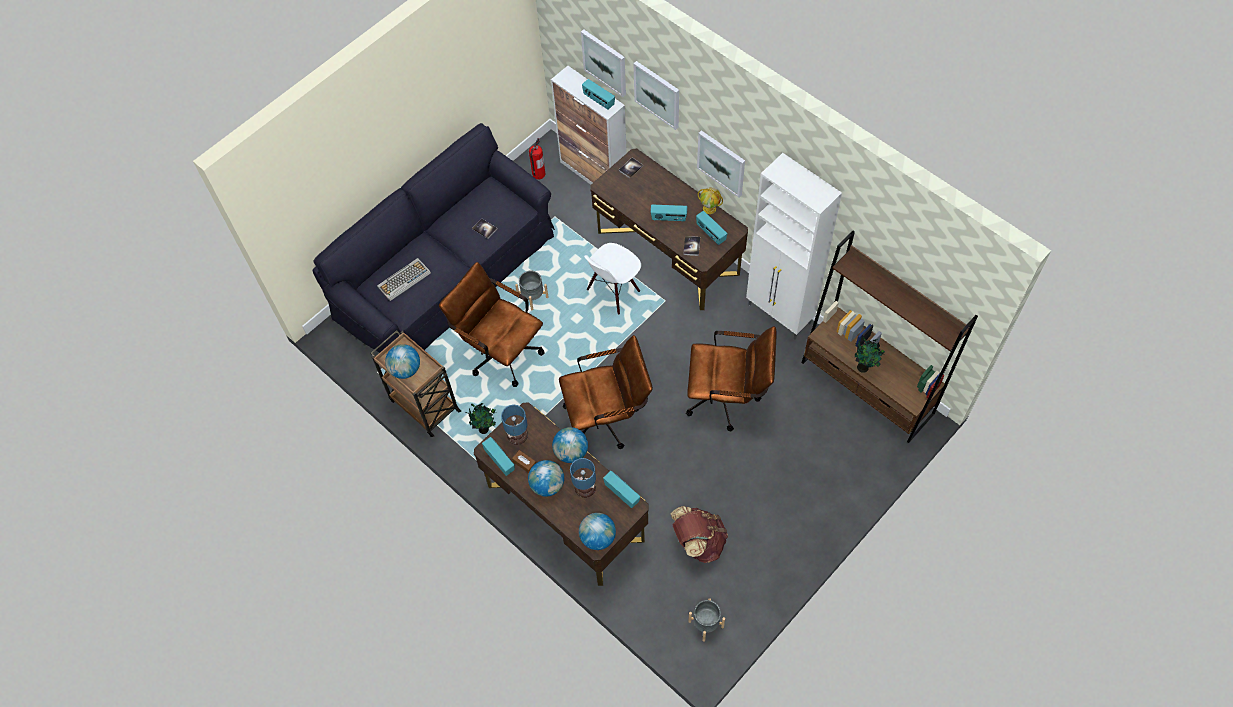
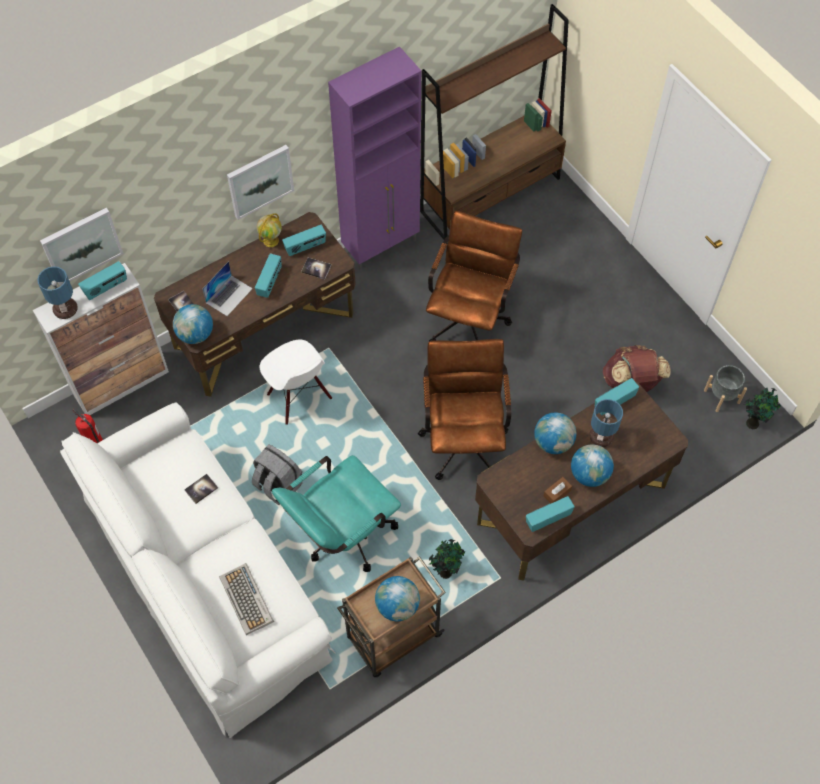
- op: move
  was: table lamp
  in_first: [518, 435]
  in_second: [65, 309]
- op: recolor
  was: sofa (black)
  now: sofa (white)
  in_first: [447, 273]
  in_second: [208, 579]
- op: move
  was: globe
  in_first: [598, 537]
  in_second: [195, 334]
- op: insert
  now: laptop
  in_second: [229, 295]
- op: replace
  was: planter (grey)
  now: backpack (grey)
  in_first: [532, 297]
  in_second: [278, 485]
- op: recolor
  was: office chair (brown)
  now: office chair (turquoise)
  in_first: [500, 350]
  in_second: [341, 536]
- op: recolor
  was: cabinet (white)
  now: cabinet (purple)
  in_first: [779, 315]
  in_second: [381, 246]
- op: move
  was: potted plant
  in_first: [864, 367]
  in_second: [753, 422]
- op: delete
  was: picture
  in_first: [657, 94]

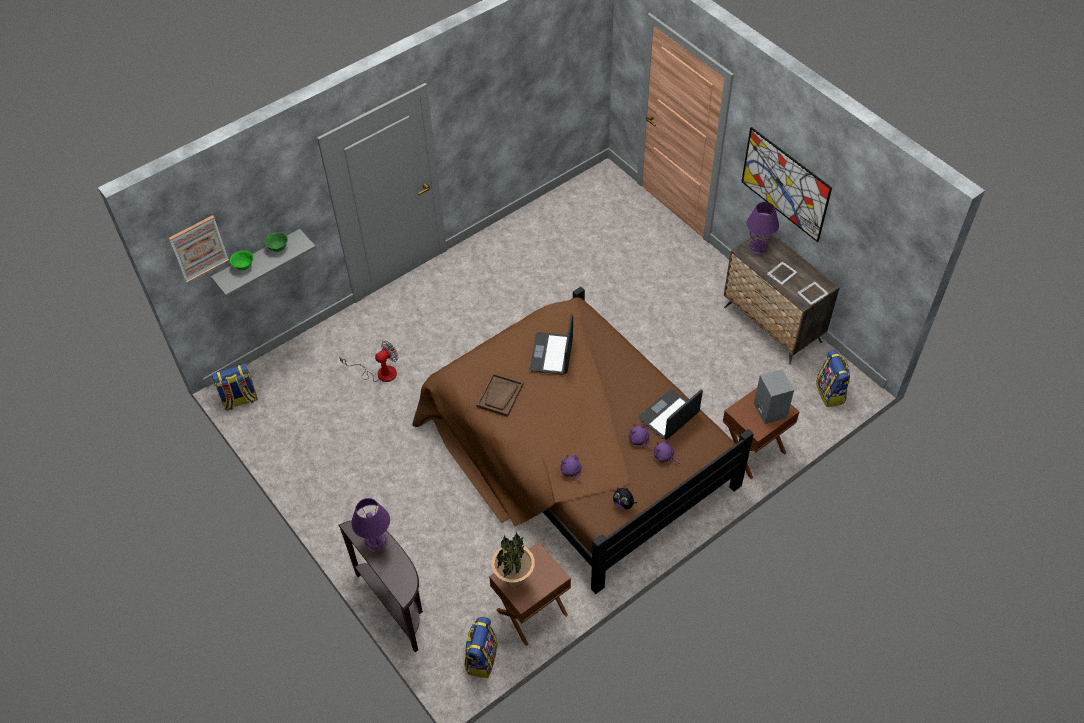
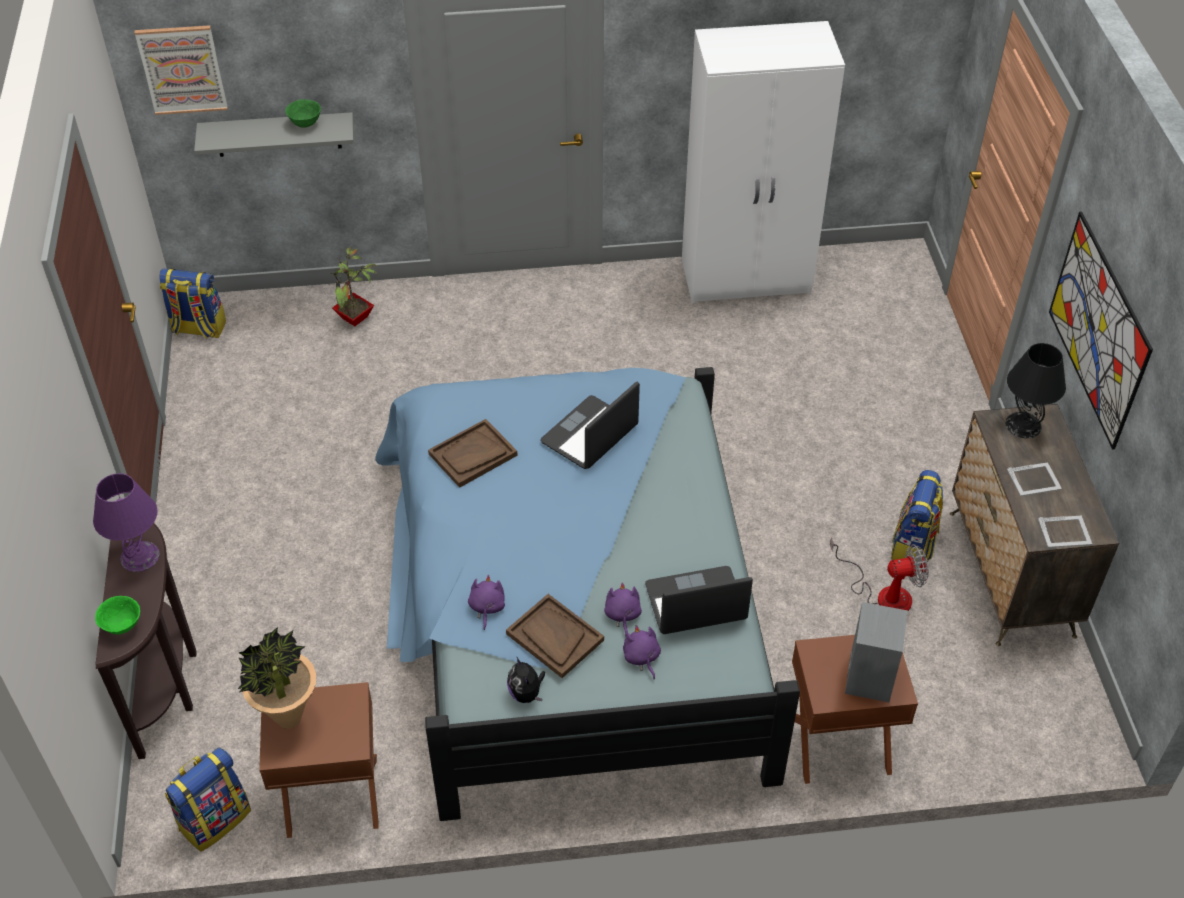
- op: move
  was: bowl (green)
  in_first: [244, 266]
  in_second: [122, 626]
- op: insert
  now: potted plant
  in_second: [356, 319]
- op: recolor
  was: bed (brown)
  now: bed (blue)
  in_first: [575, 451]
  in_second: [569, 606]
- op: insert
  now: tray (brown)
  in_second: [554, 637]
- op: insert
  now: wardrobe (white)
  in_second: [747, 278]
- op: move
  was: fan
  in_first: [379, 373]
  in_second: [883, 594]
- op: move
  was: backpack
  in_first: [830, 393]
  in_second: [913, 544]
- op: recolor
  was: table lamp (purple)
  now: table lamp (black)
  in_first: [758, 247]
  in_second: [1022, 425]

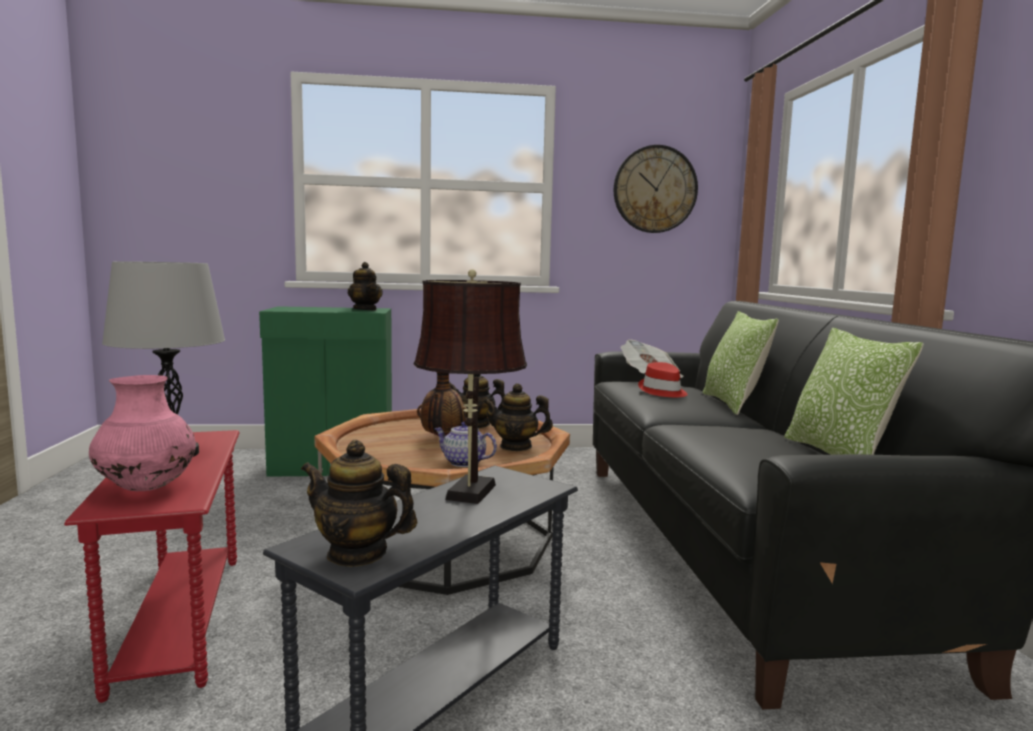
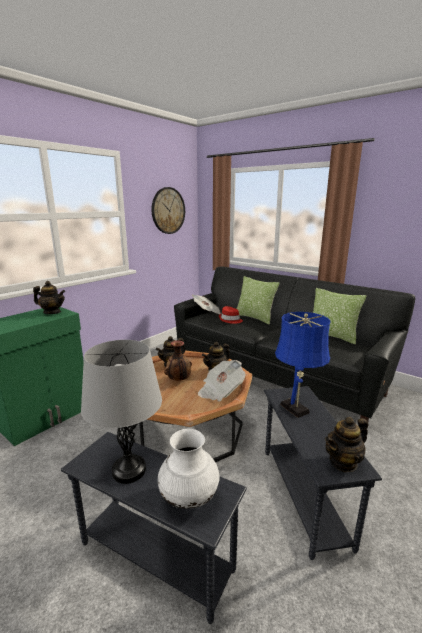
- op: recolor
  was: side table (red)
  now: side table (grey)
  in_first: [177, 620]
  in_second: [155, 557]
- op: recolor
  was: vase (pink)
  now: vase (white)
  in_first: [147, 489]
  in_second: [189, 498]
- op: replace
  was: teapot
  now: newspaper
  in_first: [463, 462]
  in_second: [220, 391]
- op: recolor
  was: table lamp (brown)
  now: table lamp (blue)
  in_first: [469, 494]
  in_second: [296, 410]

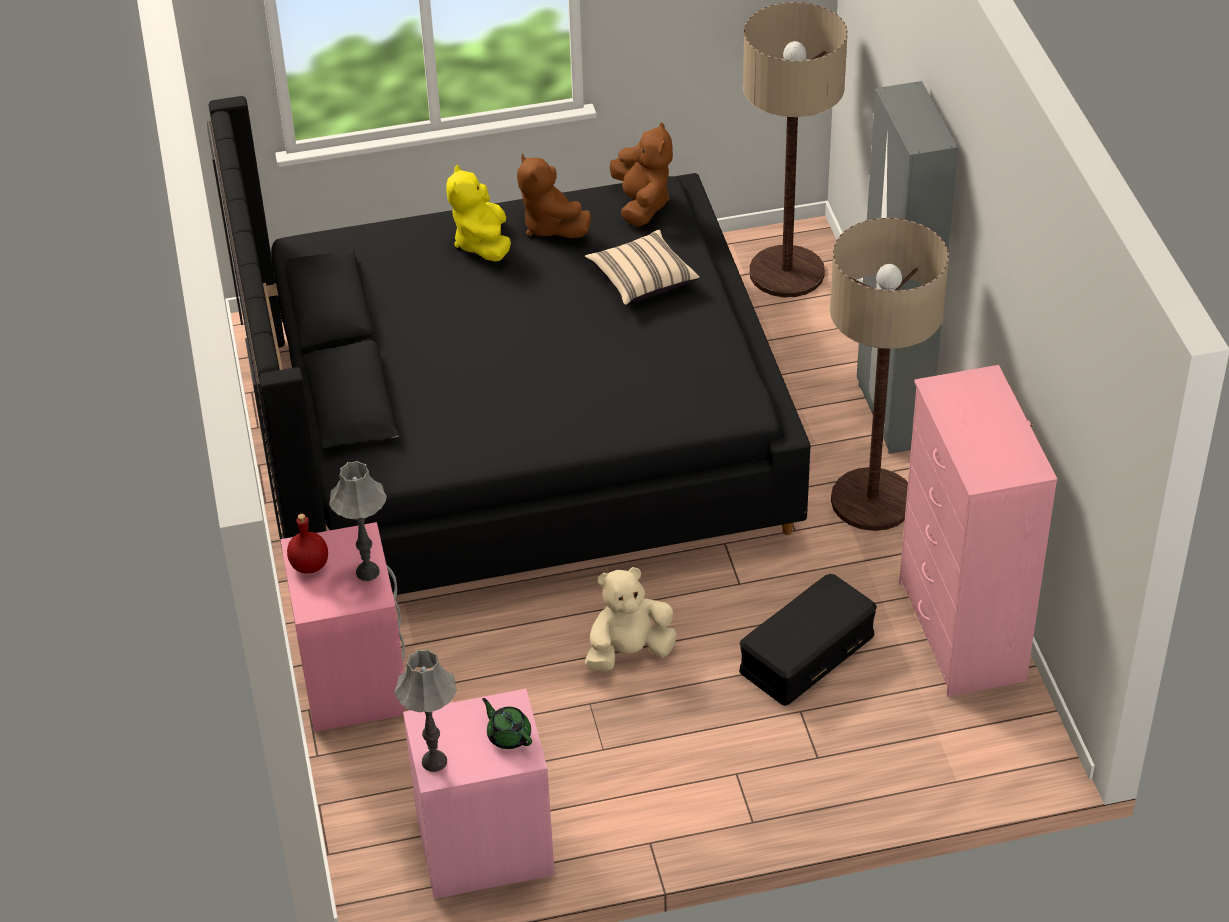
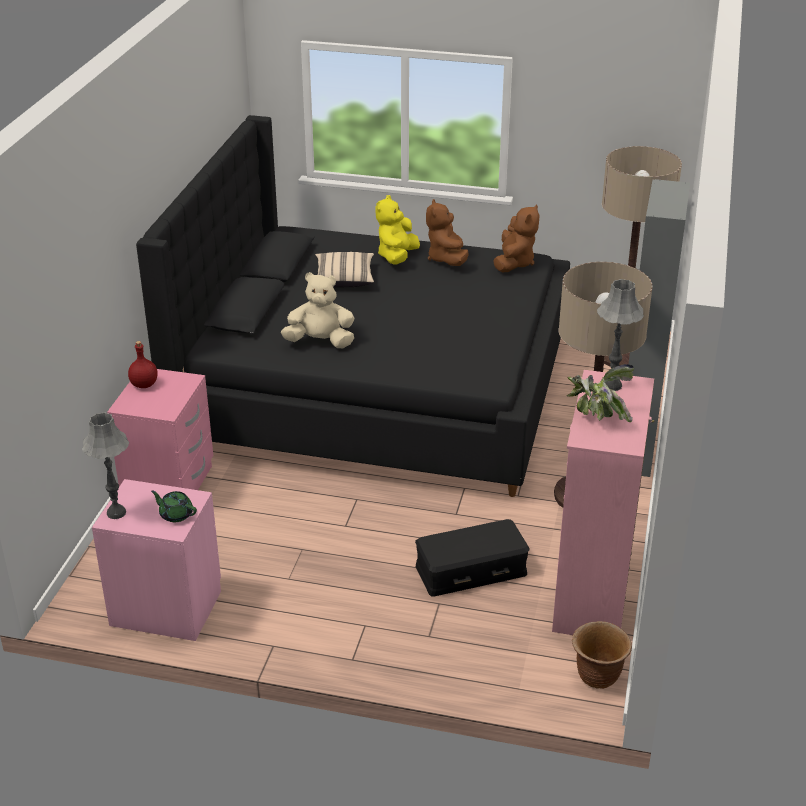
- op: rotate
  was: teapot (green)
  in_first: [508, 735]
  in_second: [176, 514]
  clockwise: -45
- op: move
  was: plush toy (beige)
  in_first: [629, 652]
  in_second: [320, 342]
- op: move
  was: pillow (beige)
  in_first: [642, 280]
  in_second: [344, 279]
- op: insert
  now: potted plant
  in_second: [596, 416]
- op: insert
  now: planter (brown)
  in_second: [597, 676]
- op: move
  was: table lamp (grey)
  in_first: [367, 572]
  in_second: [612, 385]

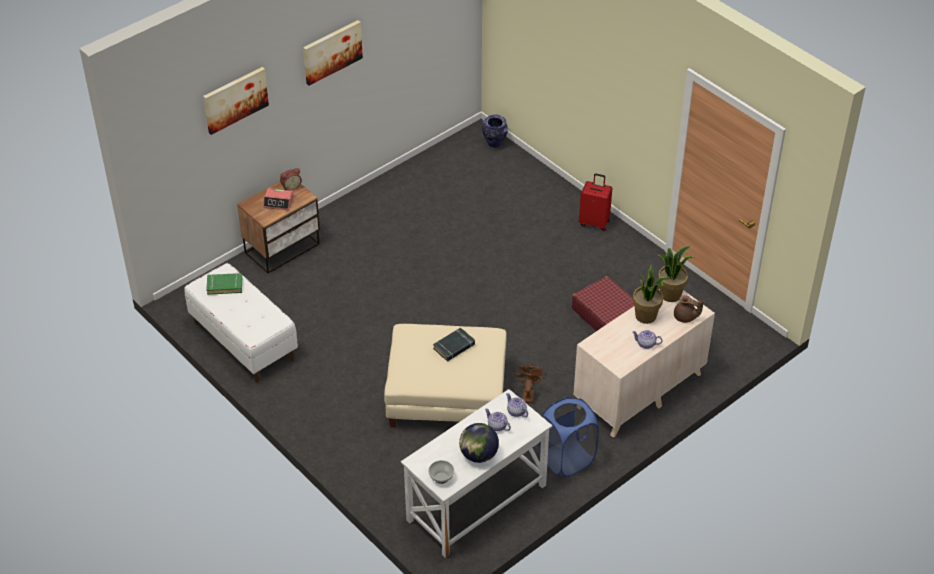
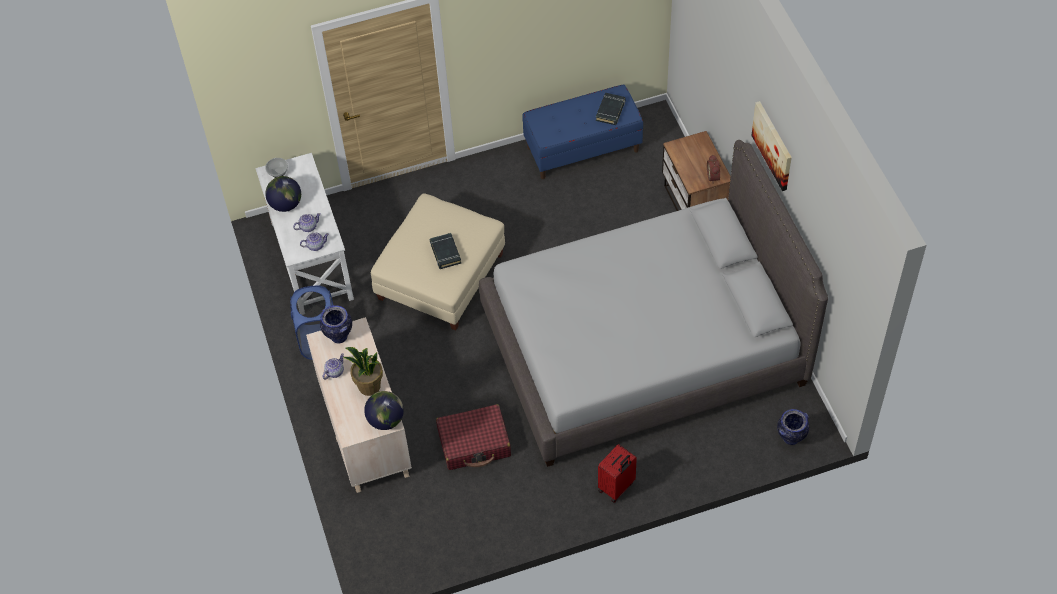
- op: insert
  now: vase
  in_second: [338, 336]
- op: replace
  was: potted plant
  now: globe
  in_first: [670, 294]
  in_second: [386, 420]
- op: insert
  now: bed (grey)
  in_second: [644, 347]
- op: recolor
  was: bench (white)
  now: bench (blue)
  in_first: [243, 341]
  in_second: [582, 149]
- op: recolor
  was: book (green)
  now: book (black)
  in_first: [224, 285]
  in_second: [610, 111]
- op: delete
  was: picture
  in_first: [235, 99]
- op: delete
  was: alarm clock
  in_first: [278, 202]
- op: delete
  was: fan (brown)
  in_first: [528, 394]
- op: delete
  was: teapot (brown)
  in_first: [685, 317]

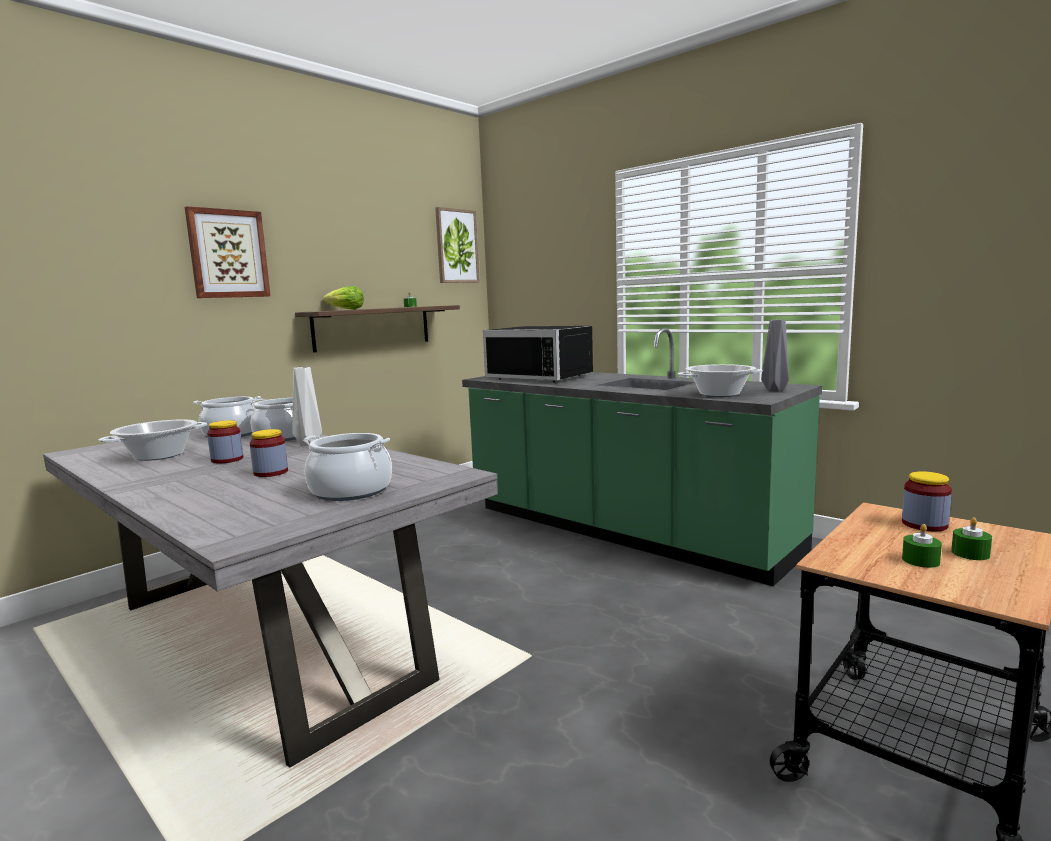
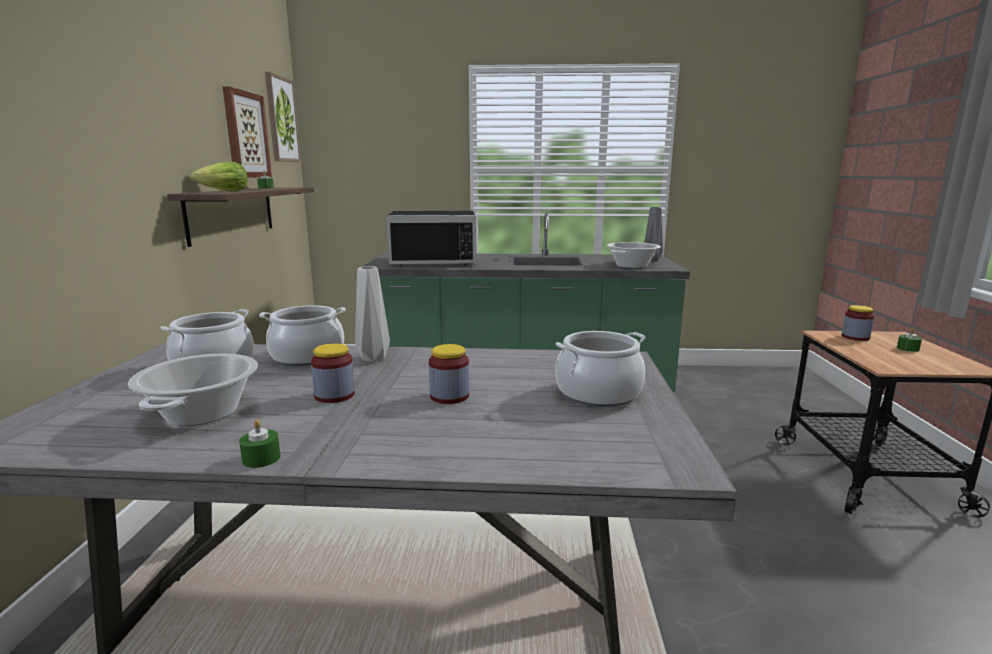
- op: move
  was: picture
  in_first: [228, 254]
  in_second: [245, 135]
- op: move
  was: candle (green)
  in_first: [920, 560]
  in_second: [261, 458]

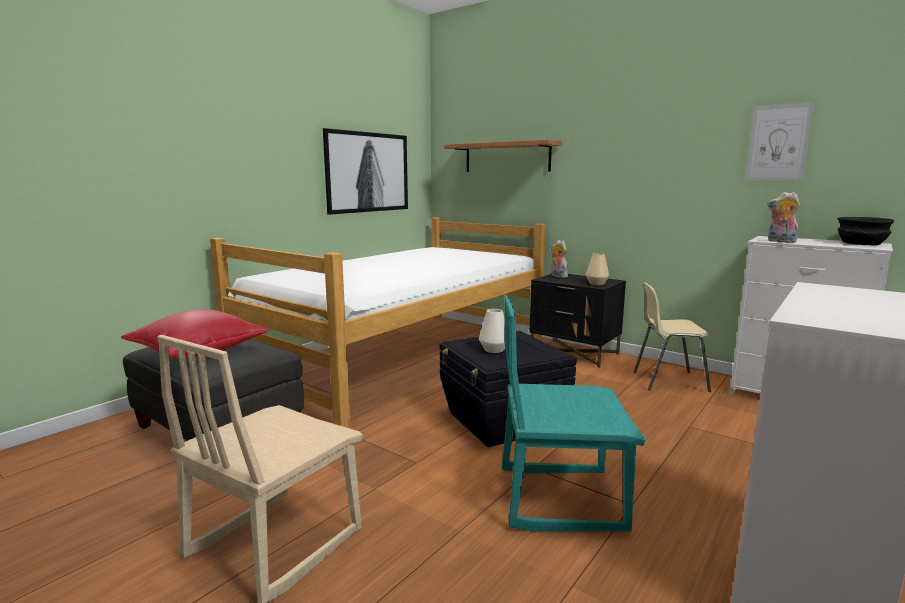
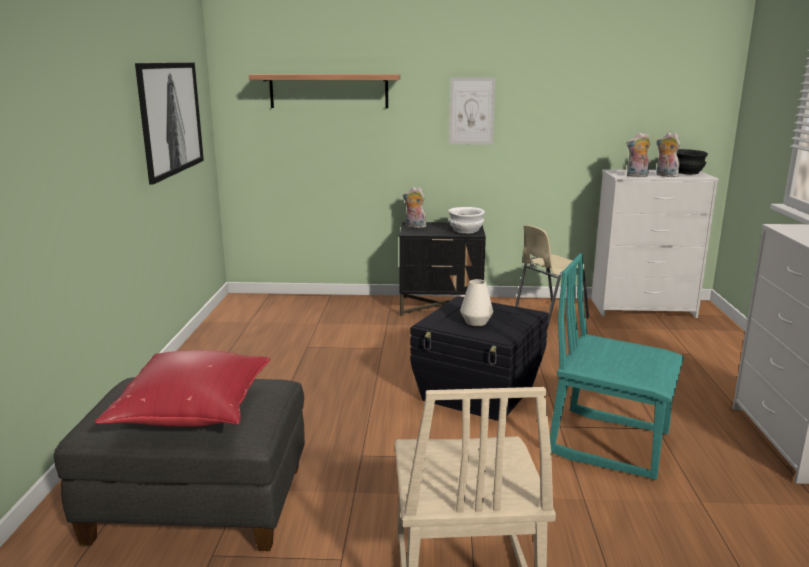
- op: replace
  was: vase (beige)
  now: bowl (white)
  in_first: [597, 283]
  in_second: [466, 230]
- op: move
  was: picture
  in_first: [778, 143]
  in_second: [471, 111]
- op: rotate
  was: chair (turquoise)
  in_first: [560, 497]
  in_second: [610, 442]
  clockwise: 60
- op: insert
  now: plush toy
  in_second: [665, 176]
- op: delete
  was: bed
  in_first: [404, 358]

